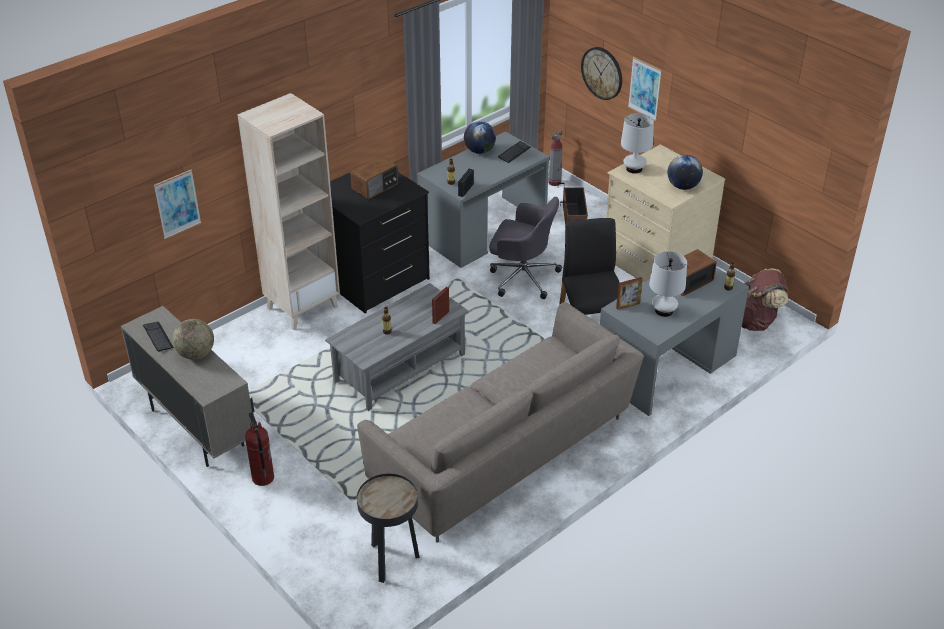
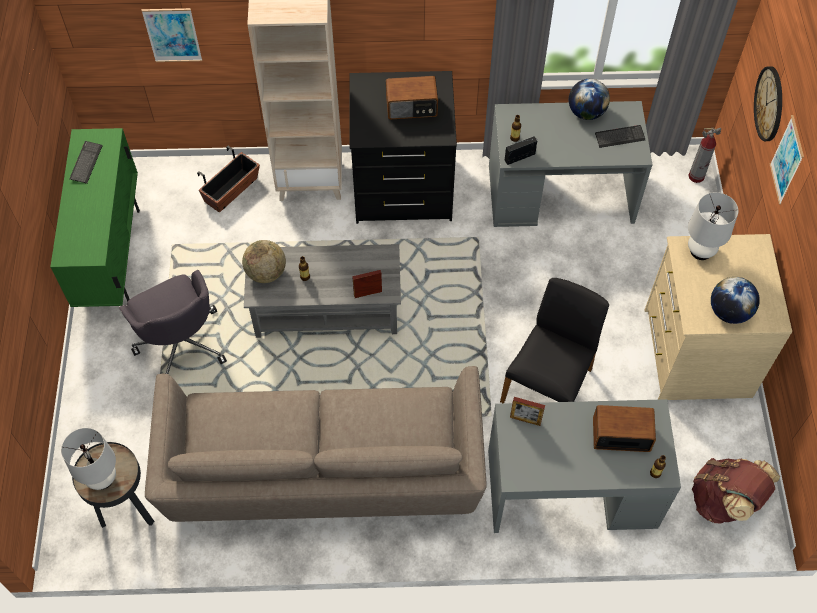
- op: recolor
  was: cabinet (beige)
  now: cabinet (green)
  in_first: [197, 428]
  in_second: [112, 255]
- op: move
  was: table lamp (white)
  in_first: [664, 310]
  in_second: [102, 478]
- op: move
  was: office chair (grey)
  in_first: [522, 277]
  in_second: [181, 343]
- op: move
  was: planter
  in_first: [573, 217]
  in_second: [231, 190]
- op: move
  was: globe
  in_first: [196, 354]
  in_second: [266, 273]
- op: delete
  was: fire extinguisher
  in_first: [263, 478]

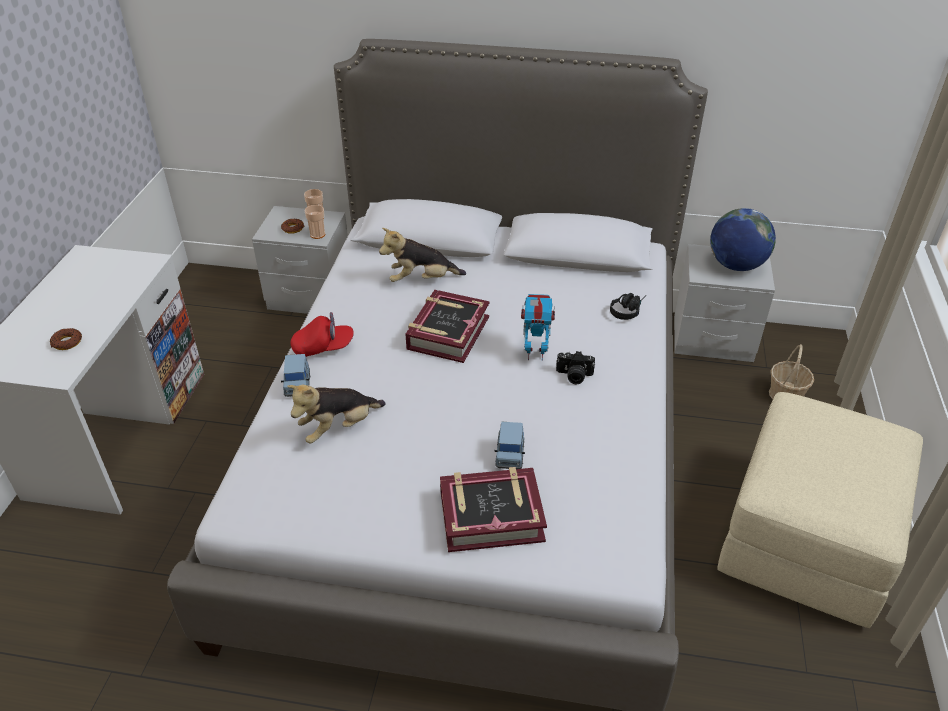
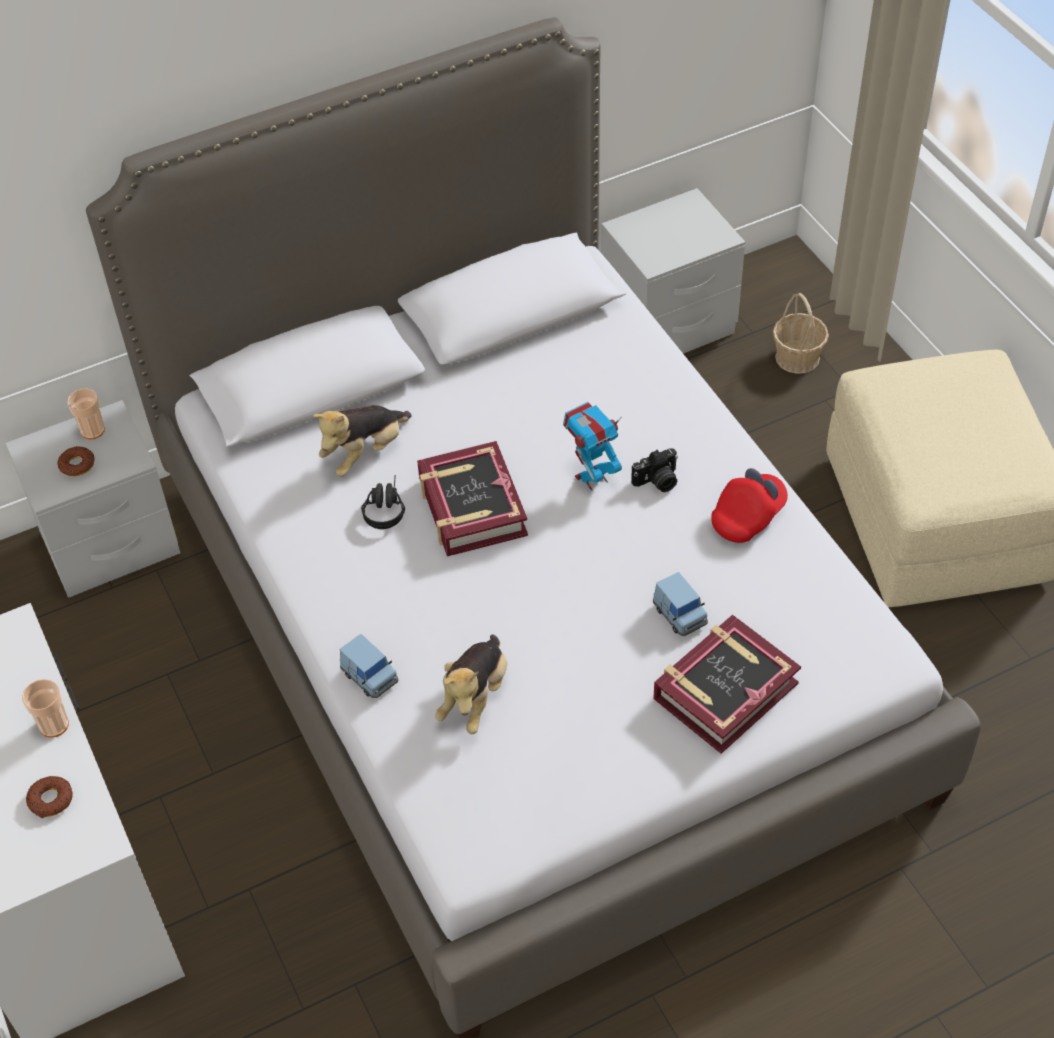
- op: move
  was: cup
  in_first: [317, 234]
  in_second: [54, 725]
- op: move
  was: headphones (black)
  in_first: [628, 310]
  in_second: [384, 507]
- op: move
  was: cap (red)
  in_first: [323, 347]
  in_second: [748, 517]
- op: delete
  was: globe
  in_first: [736, 265]

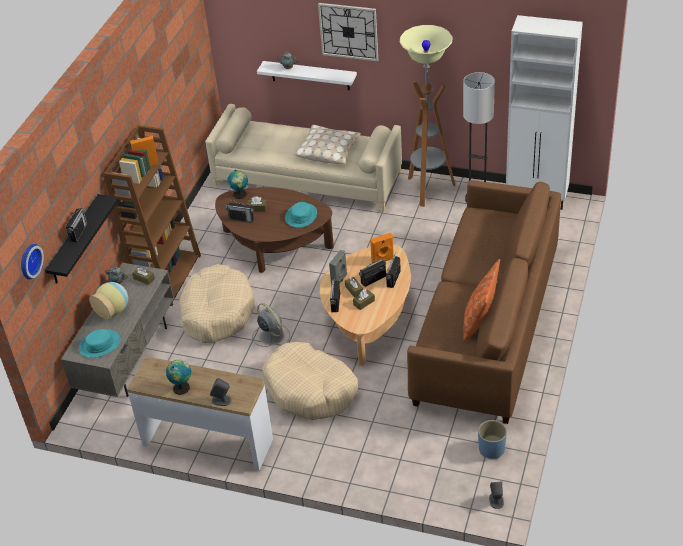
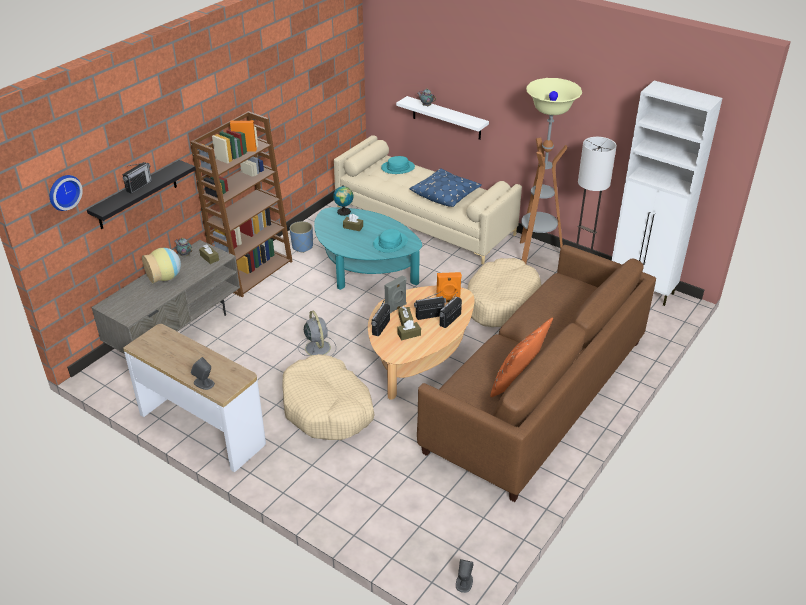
- op: move
  was: planter (blue)
  in_first: [491, 449]
  in_second: [302, 247]
- op: recolor
  was: coffee table (brown)
  now: coffee table (turquoise)
  in_first: [274, 245]
  in_second: [364, 268]
- op: move
  was: hat (turquoise)
  in_first: [100, 344]
  in_second: [398, 168]
- op: recolor
  was: pillow (beige)
  now: pillow (blue)
  in_first: [328, 150]
  in_second: [445, 194]
- op: move
  was: dog bed (beige)
  in_first: [217, 312]
  in_second: [502, 302]
- op: delete
  was: globe
  in_first: [182, 387]
- op: delete
  was: radio
  in_first: [241, 219]
- op: delete
  was: wall clock
  in_first: [348, 31]

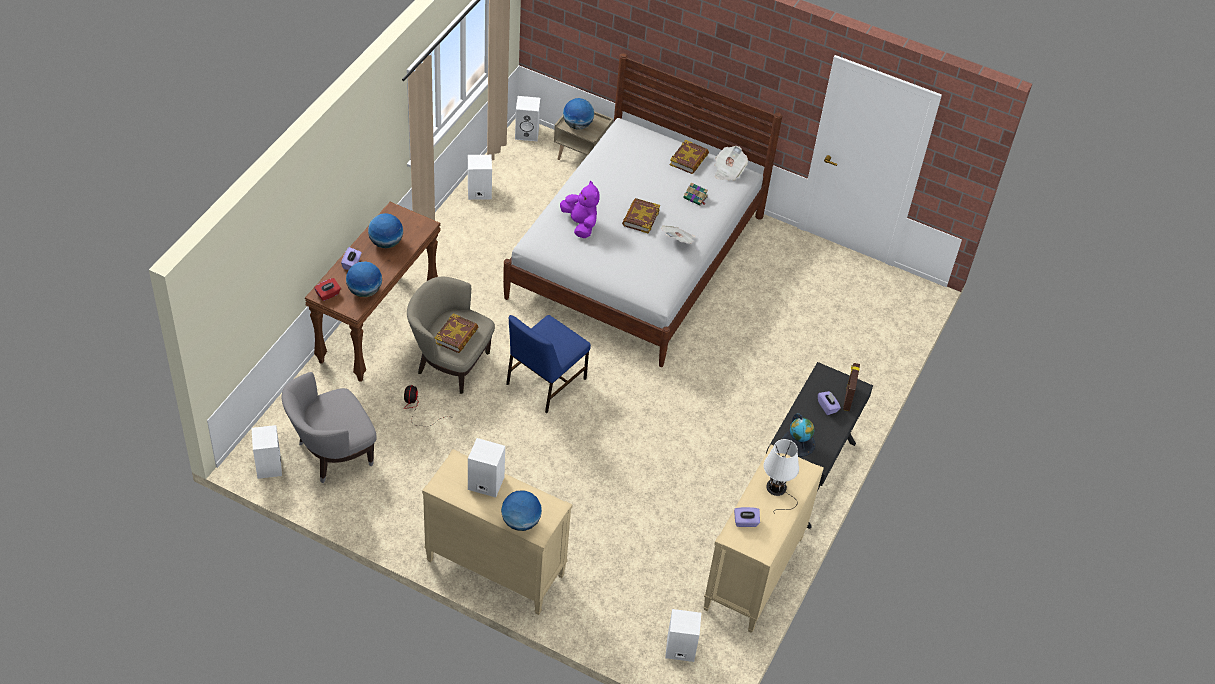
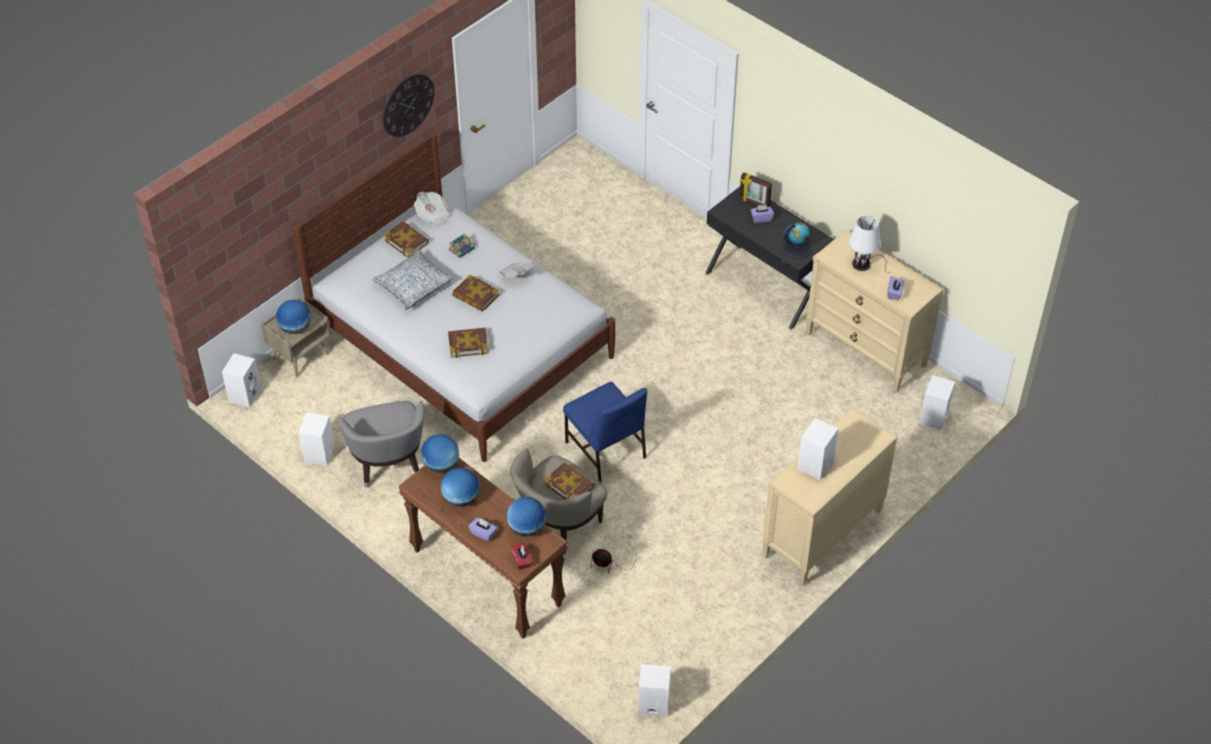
- op: move
  was: armchair (grey)
  in_first: [332, 454]
  in_second: [388, 464]
- op: insert
  now: pillow
  in_second: [414, 285]
- op: insert
  now: wall clock
  in_second: [407, 105]
- op: move
  was: globe
  in_first: [520, 522]
  in_second: [441, 465]
- op: replace
  was: plush toy (purple)
  now: book
  in_first: [580, 224]
  in_second: [468, 344]

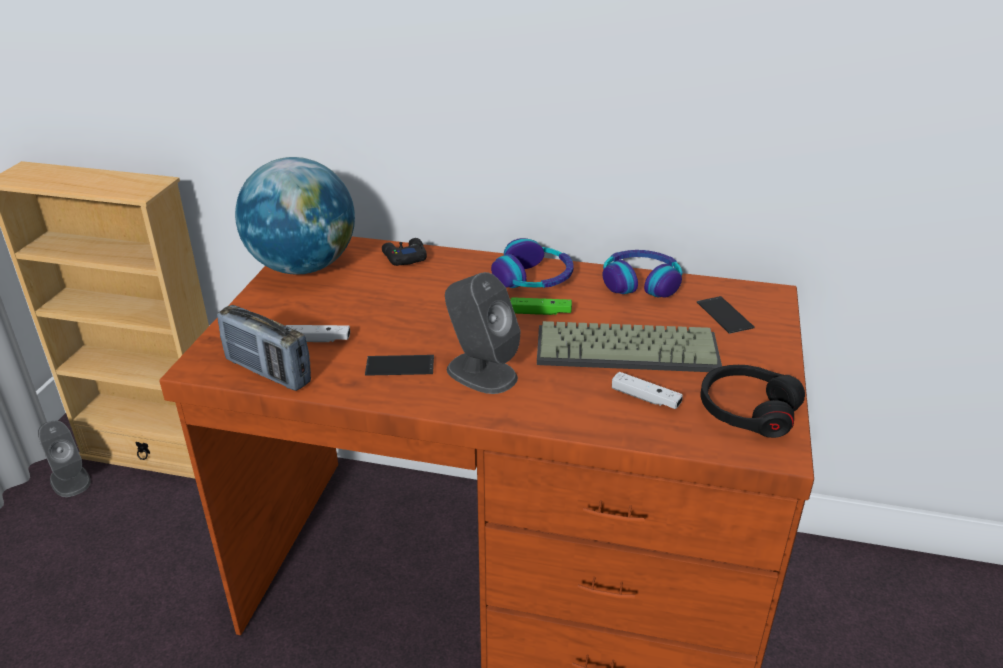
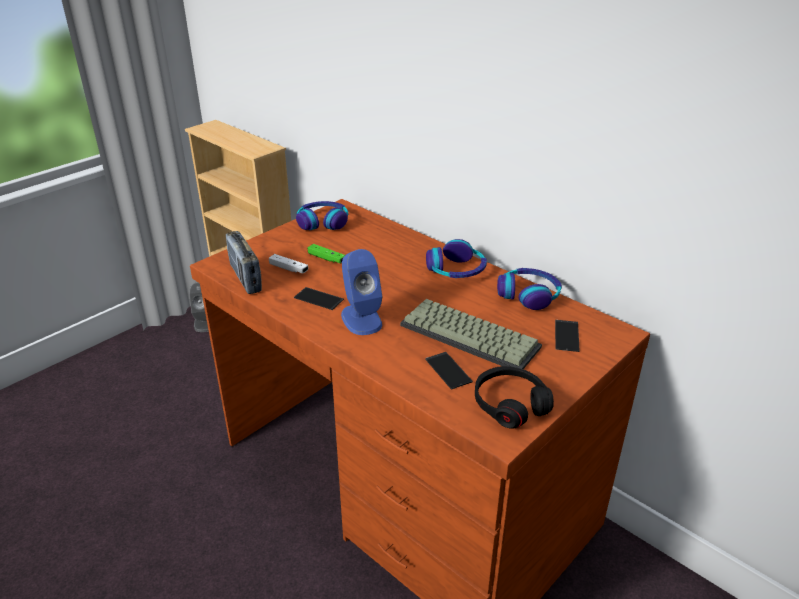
- op: replace
  was: globe
  now: headphones
  in_first: [303, 267]
  in_second: [323, 222]
- op: move
  was: game controller (green)
  in_first: [540, 312]
  in_second: [326, 258]
- op: recolor
  was: speaker (grey)
  now: speaker (blue)
  in_first: [481, 373]
  in_second: [361, 319]
- op: replace
  was: game controller (white)
  now: phone
  in_first: [645, 398]
  in_second: [448, 370]
- op: delete
  was: game controller (black)
  in_first: [404, 257]

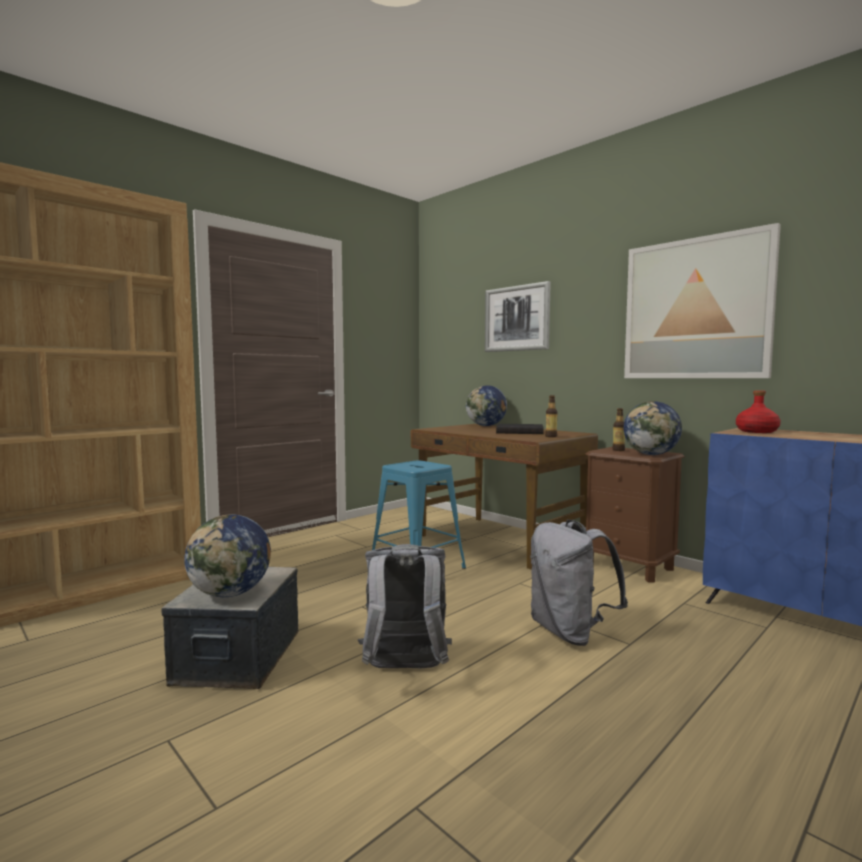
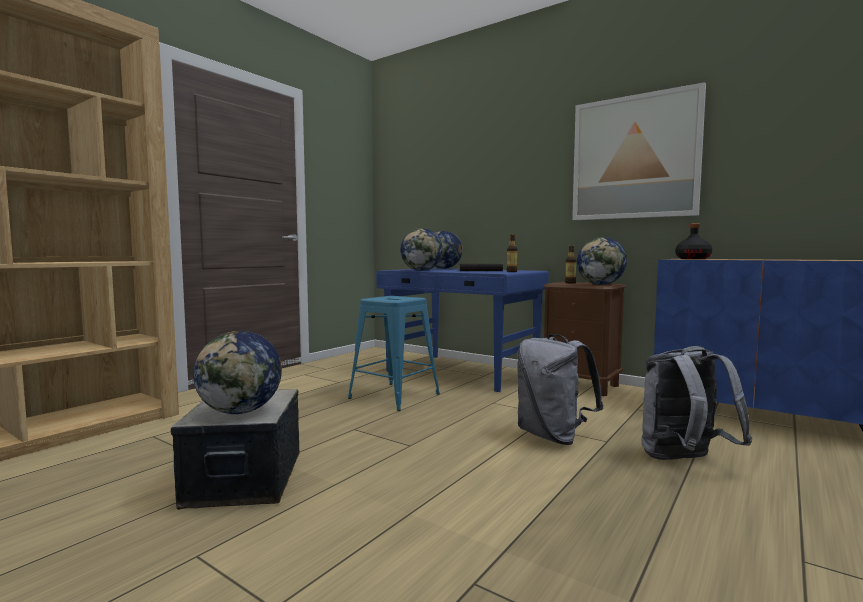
- op: recolor
  was: desk (brown)
  now: desk (blue)
  in_first: [500, 541]
  in_second: [462, 372]
- op: insert
  now: globe
  in_second: [421, 270]
- op: move
  was: backpack (grey)
  in_first: [405, 671]
  in_second: [684, 461]
- op: recolor
  was: bottle (red)
  now: bottle (black)
  in_first: [757, 431]
  in_second: [693, 258]
- op: delete
  was: picture
  in_first: [516, 318]

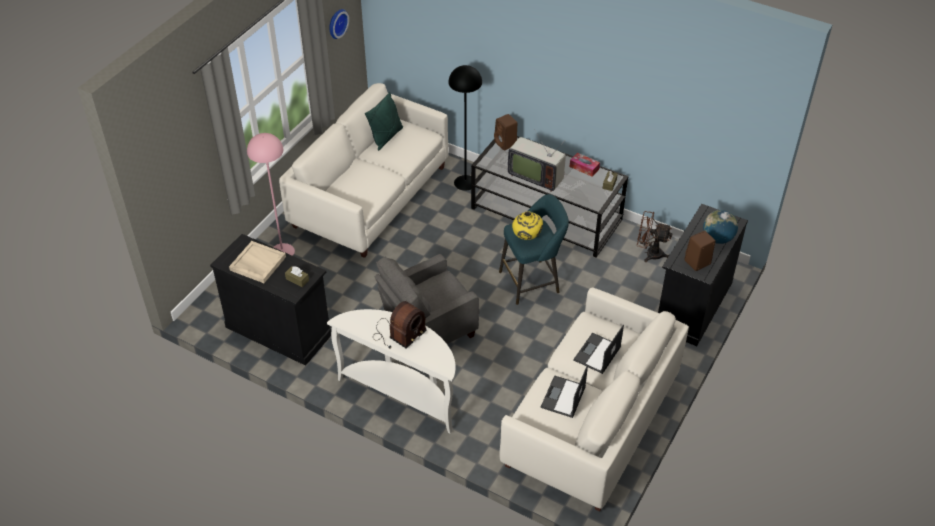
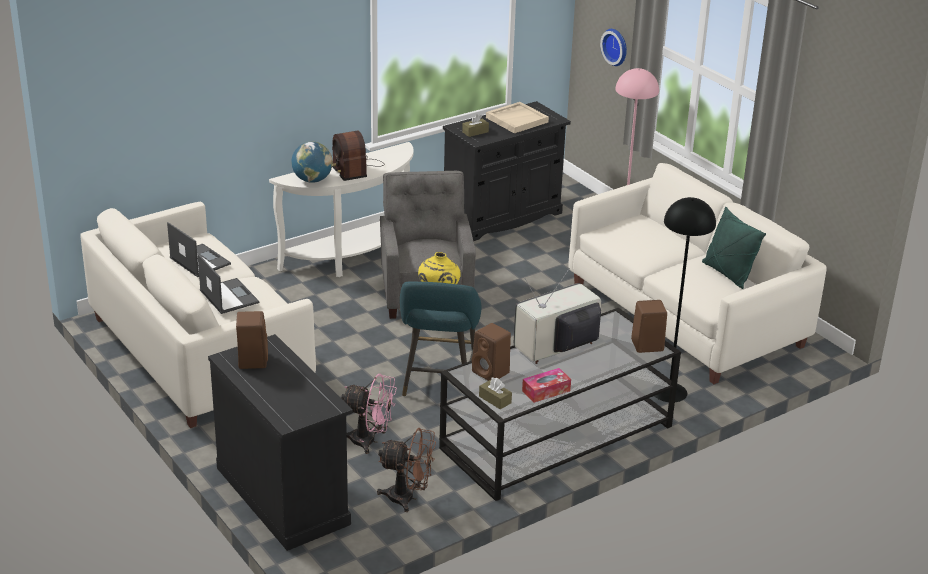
- op: move
  was: globe
  in_first: [717, 239]
  in_second: [312, 180]
- op: insert
  now: fan (pink)
  in_second: [369, 441]
- op: rotate
  was: fan (brown)
  in_first: [649, 253]
  in_second: [408, 498]
  clockwise: 60
- op: insert
  now: speaker (brown)
  in_second: [491, 373]
- op: move
  was: wall clock
  in_first: [336, 23]
  in_second: [616, 46]

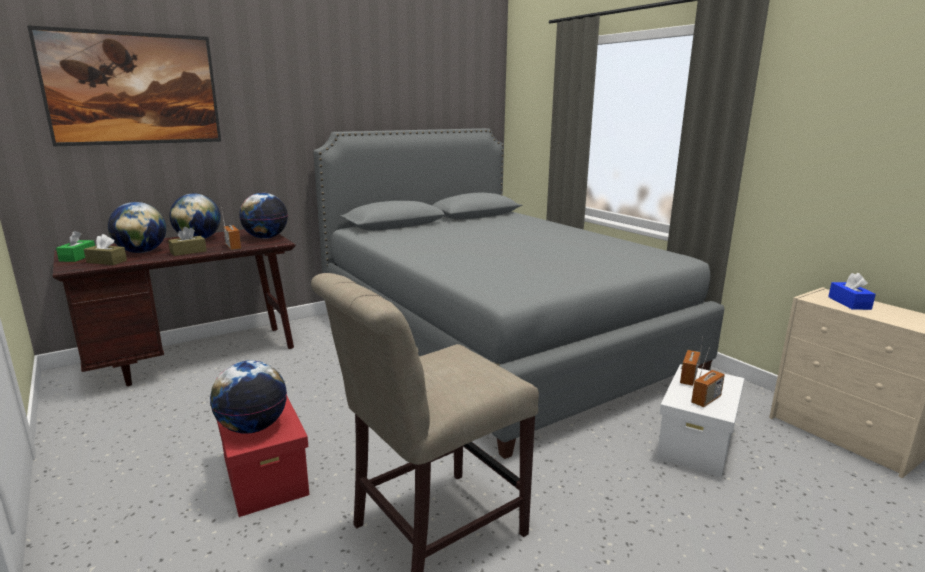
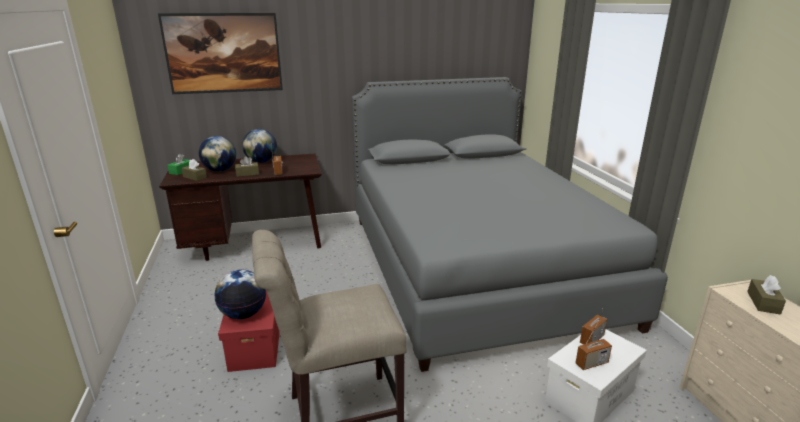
- op: recolor
  was: tissue box (blue)
  now: tissue box (brown)
  in_first: [849, 303]
  in_second: [763, 302]
- op: delete
  was: globe
  in_first: [266, 238]

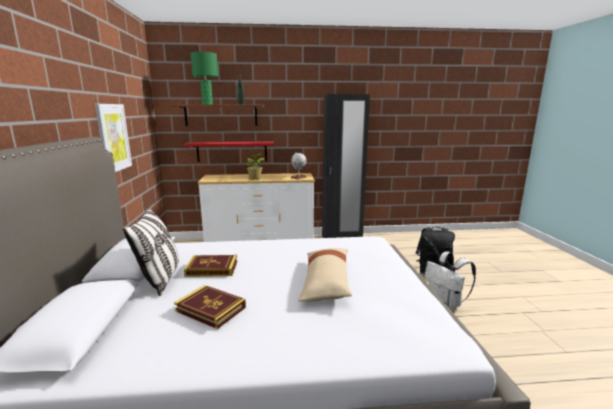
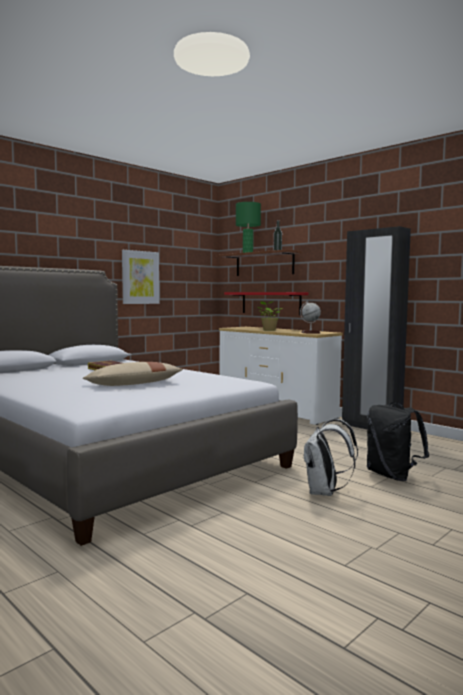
- op: delete
  was: pillow
  in_first: [160, 278]
- op: delete
  was: book
  in_first: [210, 309]

